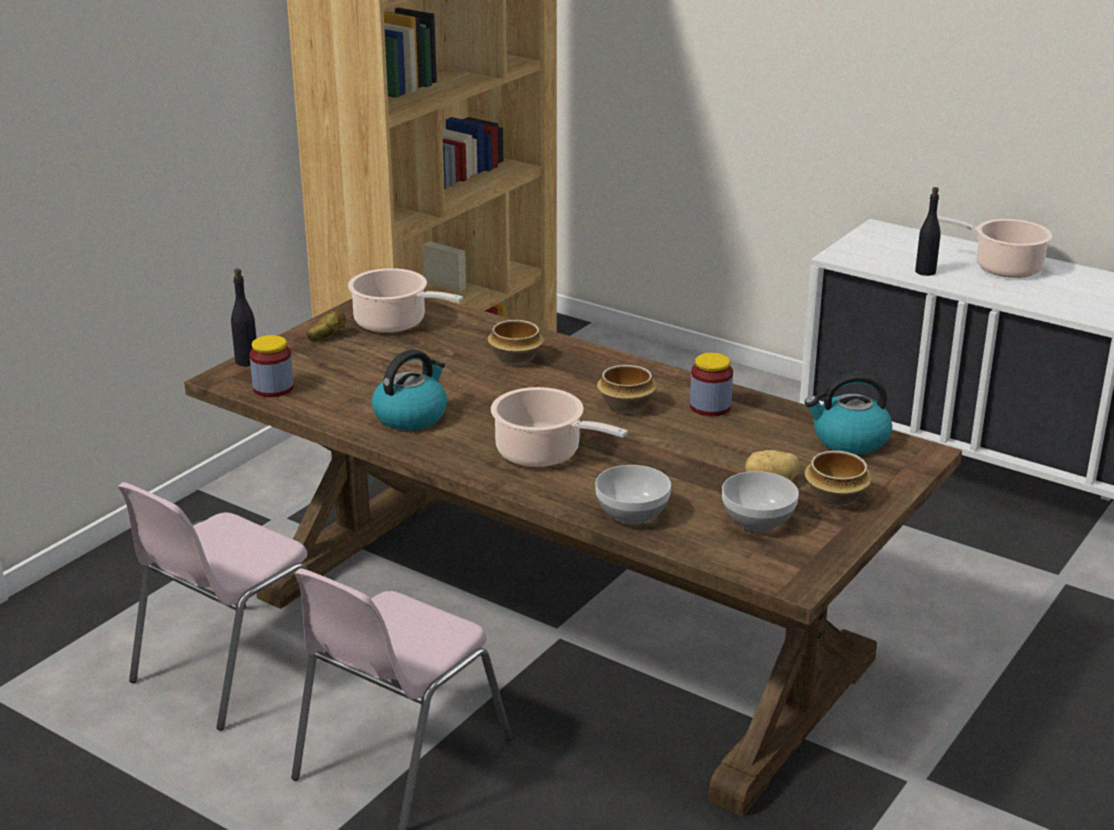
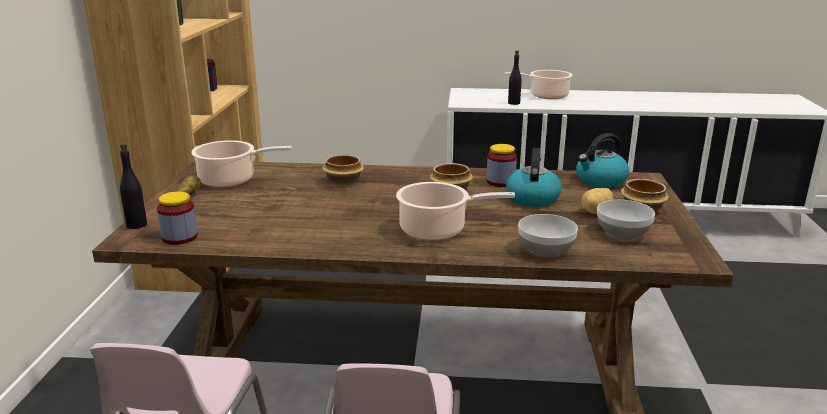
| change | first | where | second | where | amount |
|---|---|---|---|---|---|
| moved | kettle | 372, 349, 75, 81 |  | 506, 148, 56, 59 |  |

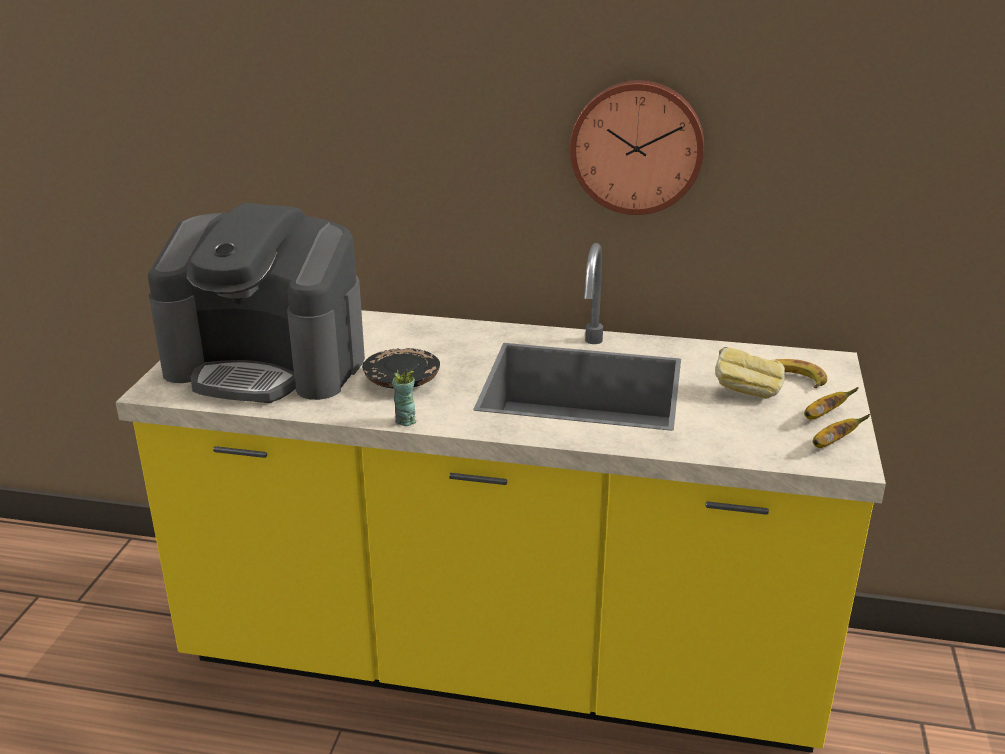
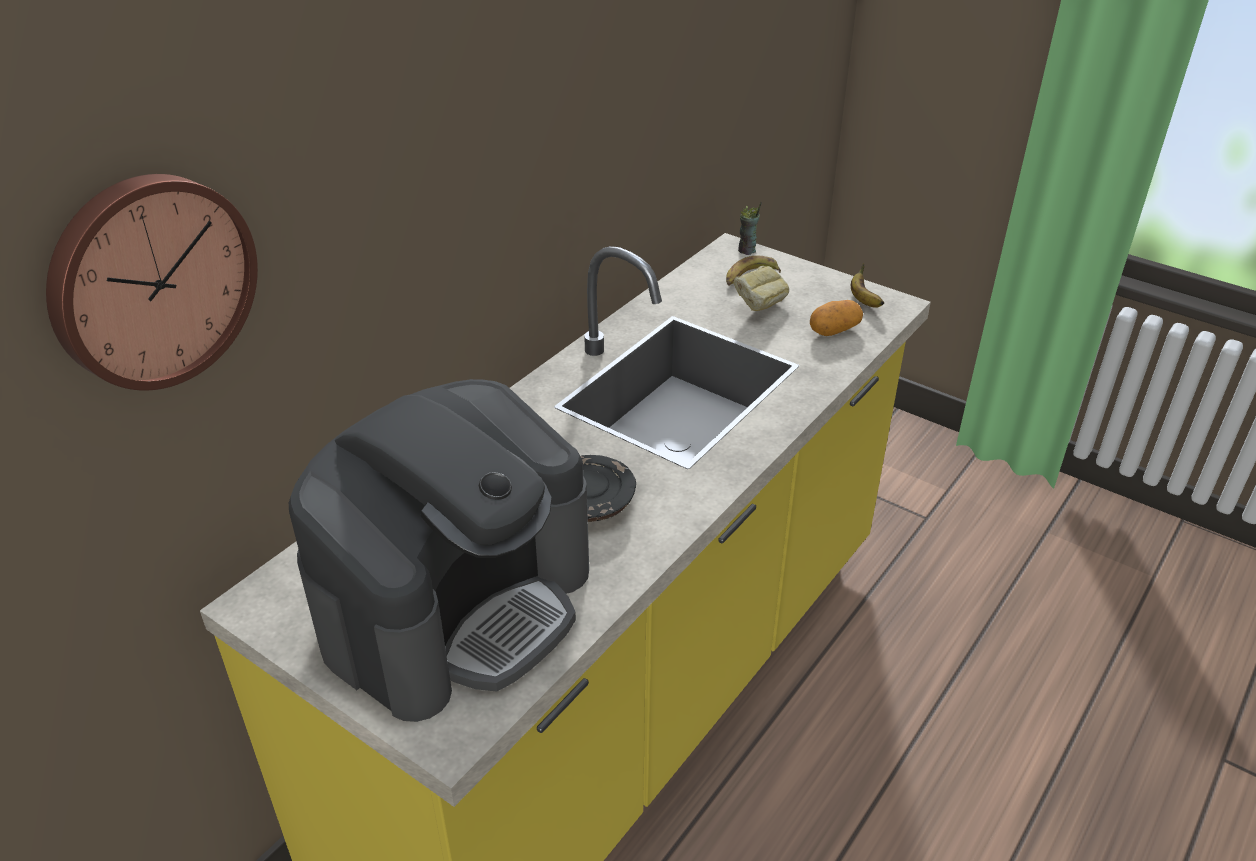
| change | first | where | second | where | amount |
|---|---|---|---|---|---|
| moved | clock on the wall | 570, 80, 134, 135 |  | 46, 174, 212, 217 |  |
| moved | cup | 392, 370, 24, 56 |  | 738, 202, 24, 53 |  |
| removed | banana | 804, 387, 54, 33 |  |  |  |
| added |  |  | whole potato | 810, 300, 53, 36 |  |

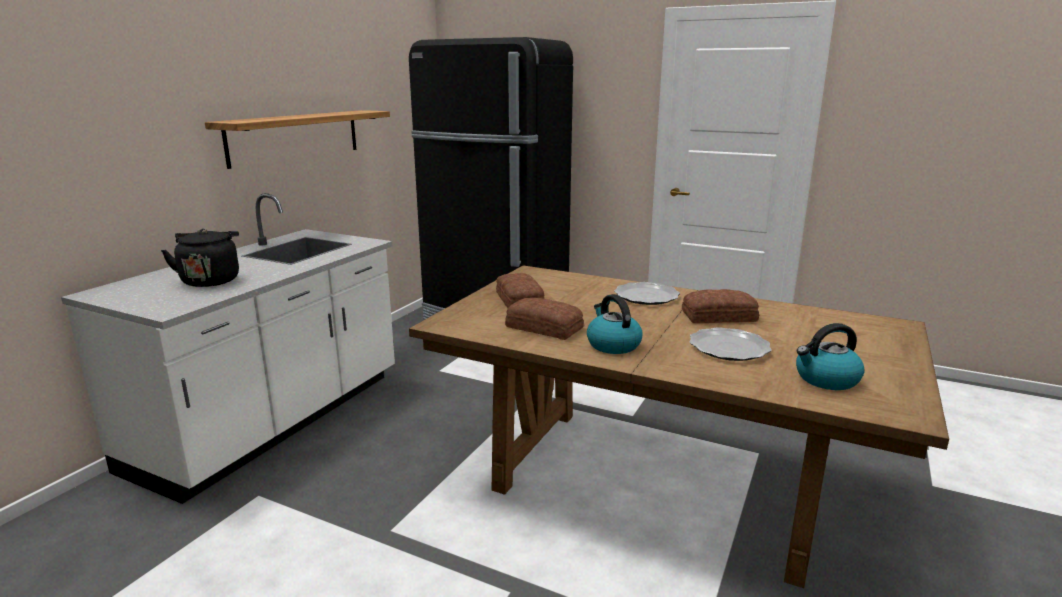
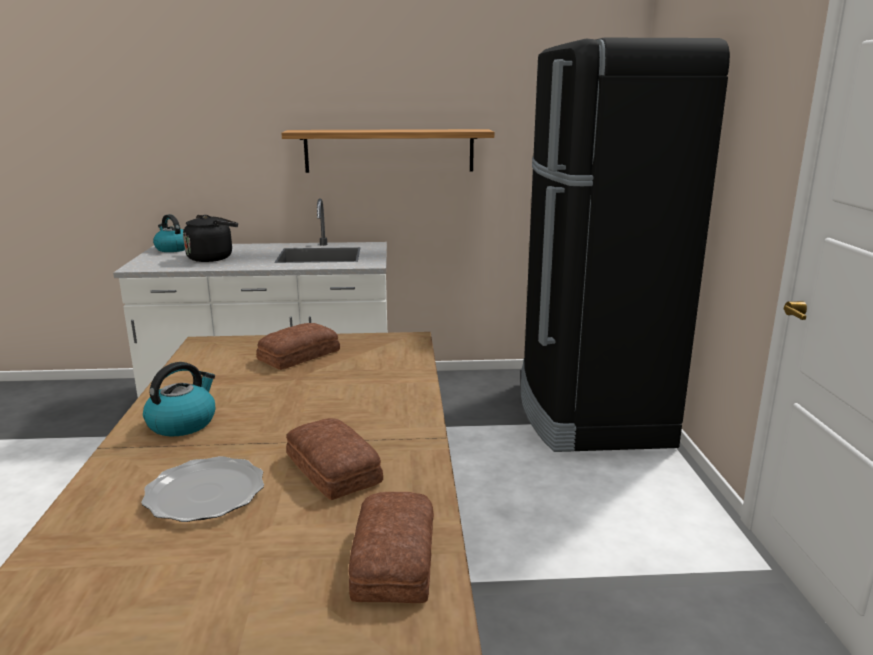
| change | first | where | second | where | amount |
|---|---|---|---|---|---|
| removed | dinner plate | 614, 282, 66, 23 |  |  |  |
| moved | bread | 505, 298, 79, 42 |  | 348, 492, 86, 111 |  |
| moved | kettle | 796, 323, 69, 67 |  | 153, 214, 32, 38 |  |

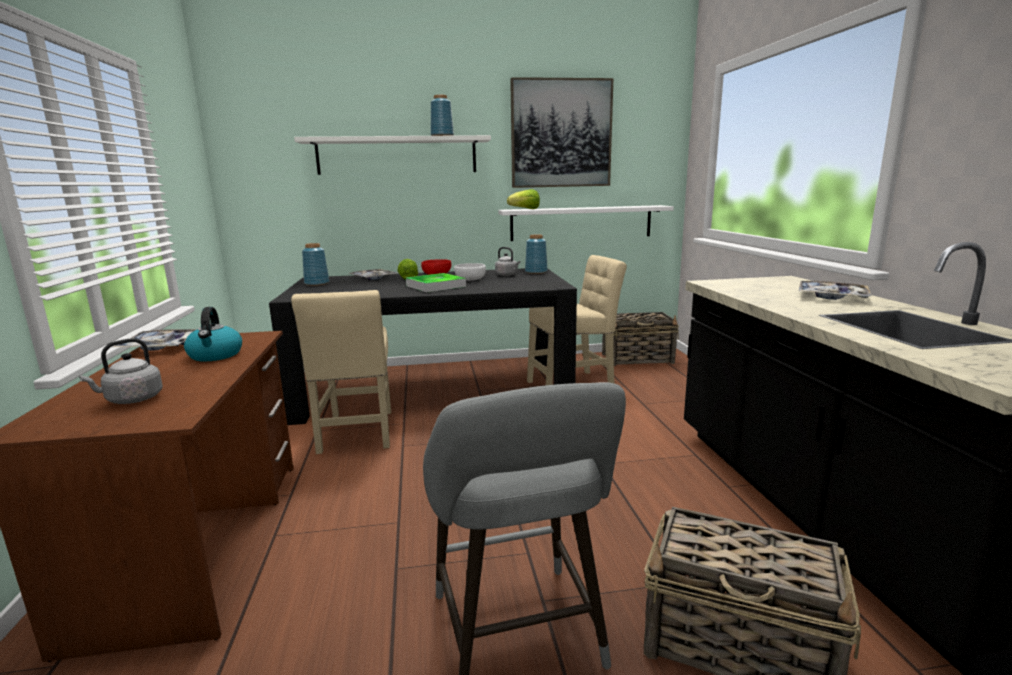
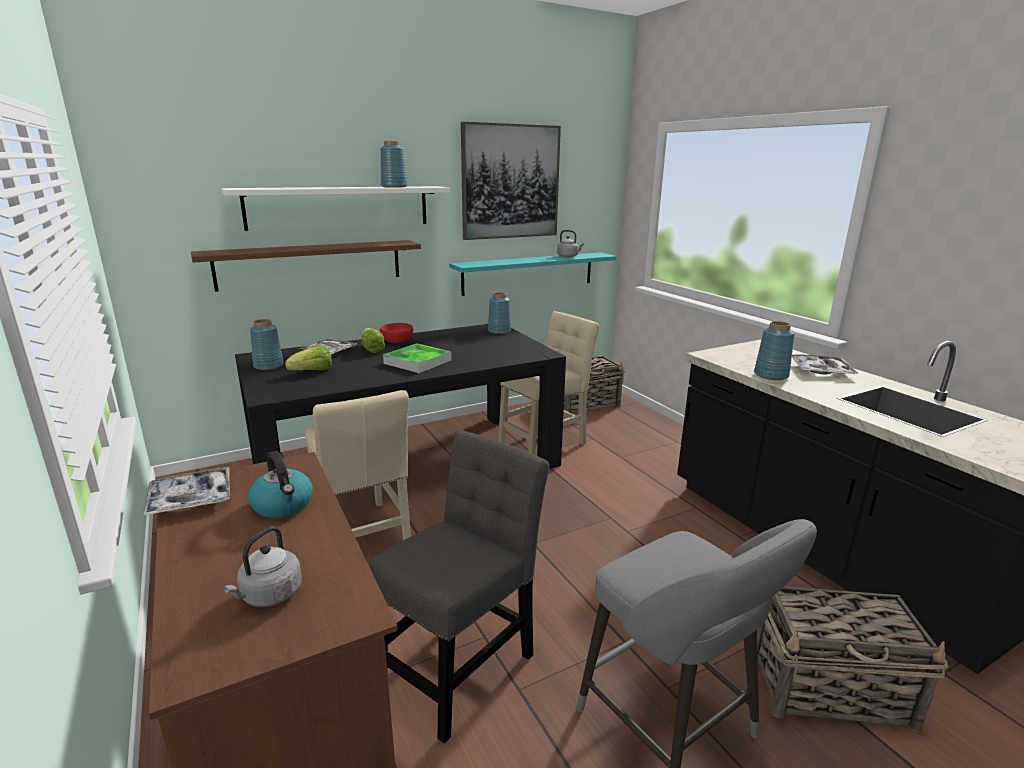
| change | first | where | second | where | amount |
|---|---|---|---|---|---|
| moved | lettuce head | 507, 189, 33, 20 |  | 285, 345, 47, 25 |  |
| recoloured | white bracket shelf | 498, 205, 176, 36 | blue-green bracket shelf | 449, 252, 168, 44 |  |
| moved | gray kettle | 495, 247, 25, 29 |  | 557, 230, 27, 27 |  |
| removed | white serving bowl | 454, 263, 32, 18 |  |  |  |
| added |  |  | brownish bracket shelf | 191, 240, 230, 52 |  |
| added |  |  | bluish decorative vase | 754, 321, 41, 59 |  |
| added |  |  | gray plain chair | 369, 430, 180, 314 |  |

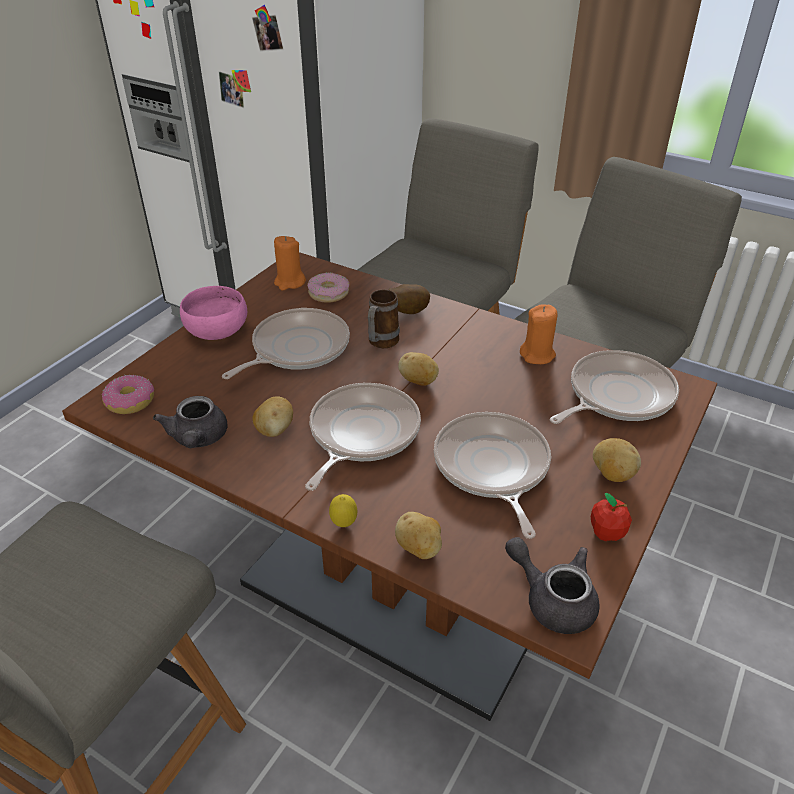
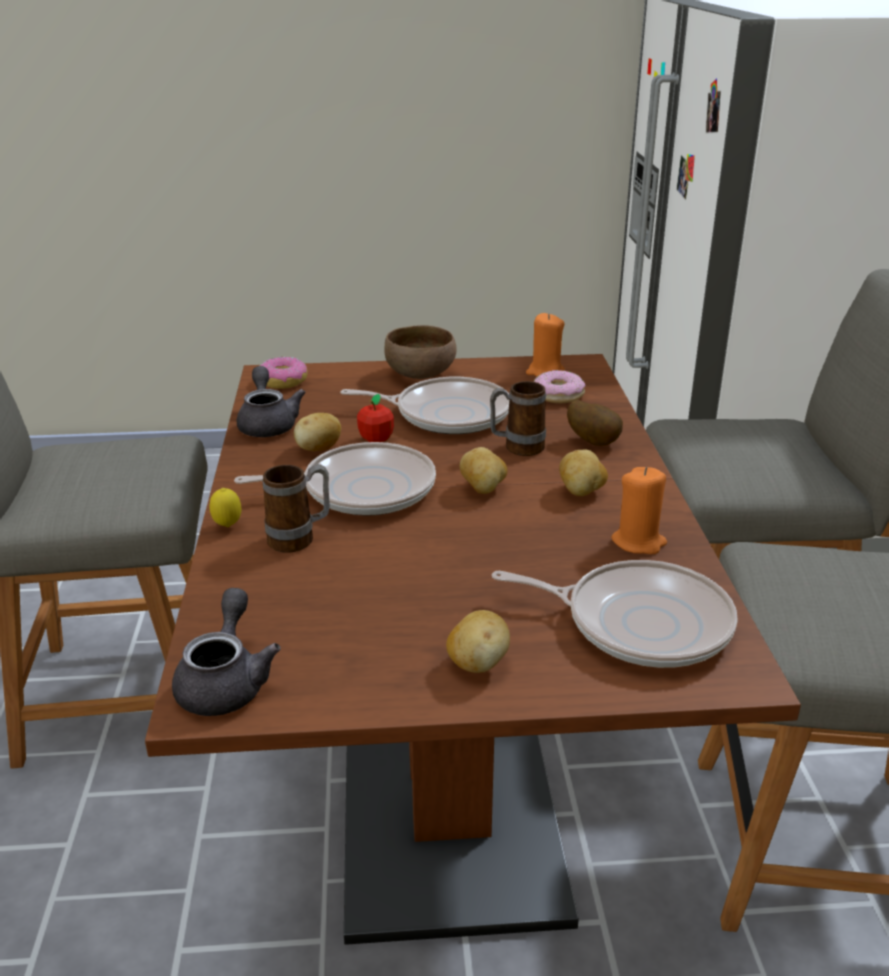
| change | first | where | second | where | amount |
|---|---|---|---|---|---|
| recoloured | pinkish serving bowl | 180, 286, 67, 54 | brownish serving bowl | 384, 325, 73, 54 |  |
| turned | gray teapot | 153, 396, 74, 52 |  | 237, 366, 69, 71 | 120 degrees clockwise |
| removed | skillet | 434, 412, 117, 127 |  |  |  |
| moved | apple fruit | 591, 493, 41, 48 |  | 357, 394, 37, 48 |  |
| moved | whole potato | 395, 512, 47, 47 |  | 559, 450, 49, 46 |  |
| added |  |  | tea mug | 263, 464, 67, 89 |  |

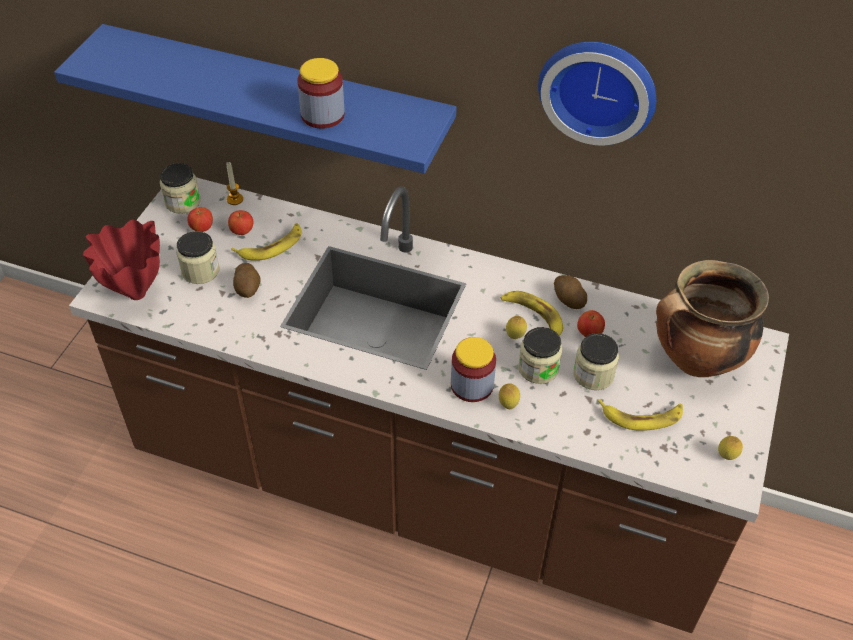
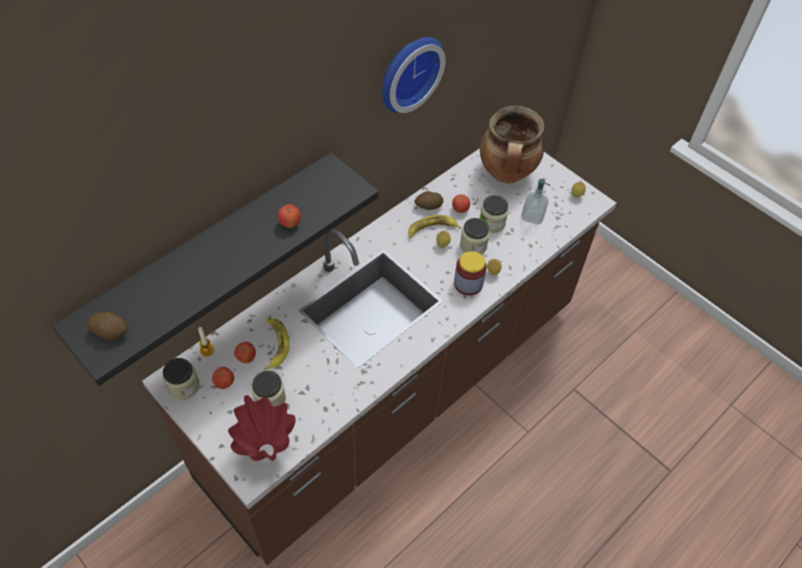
| change | first | where | second | where | amount |
|---|---|---|---|---|---|
| recoloured | bluish bracket shelf | 54, 24, 403, 150 | black-coloured bracket shelf | 52, 152, 326, 234 |  |
| replaced | jar | 297, 58, 48, 71 | apple fruit | 278, 204, 23, 24 |  |
| moved | whole potato | 233, 263, 27, 35 |  | 88, 312, 40, 28 |  |
| replaced | banana | 598, 399, 85, 32 | soap bottle | 521, 179, 29, 46 |  |

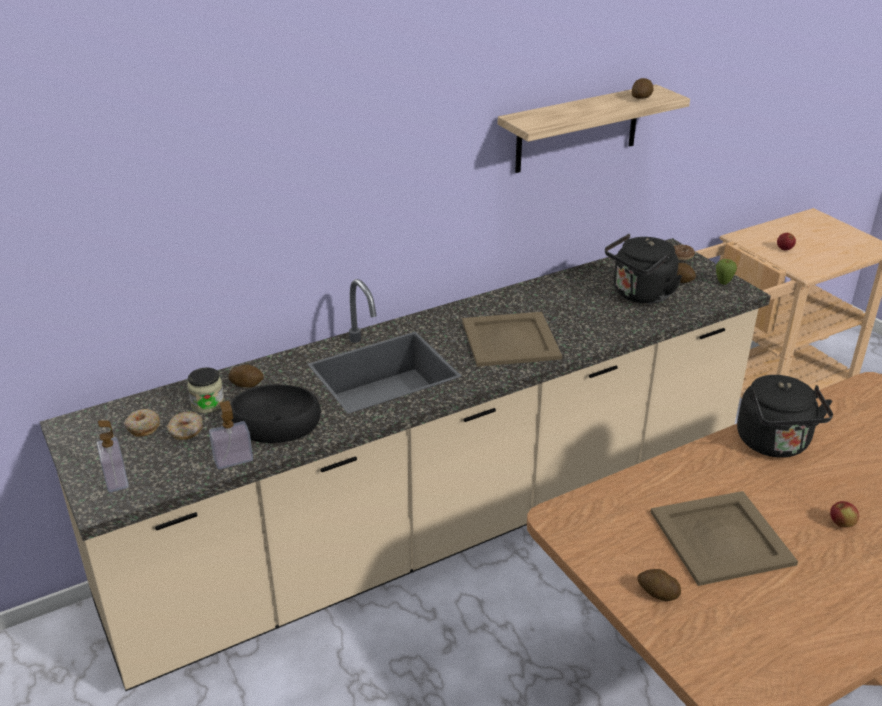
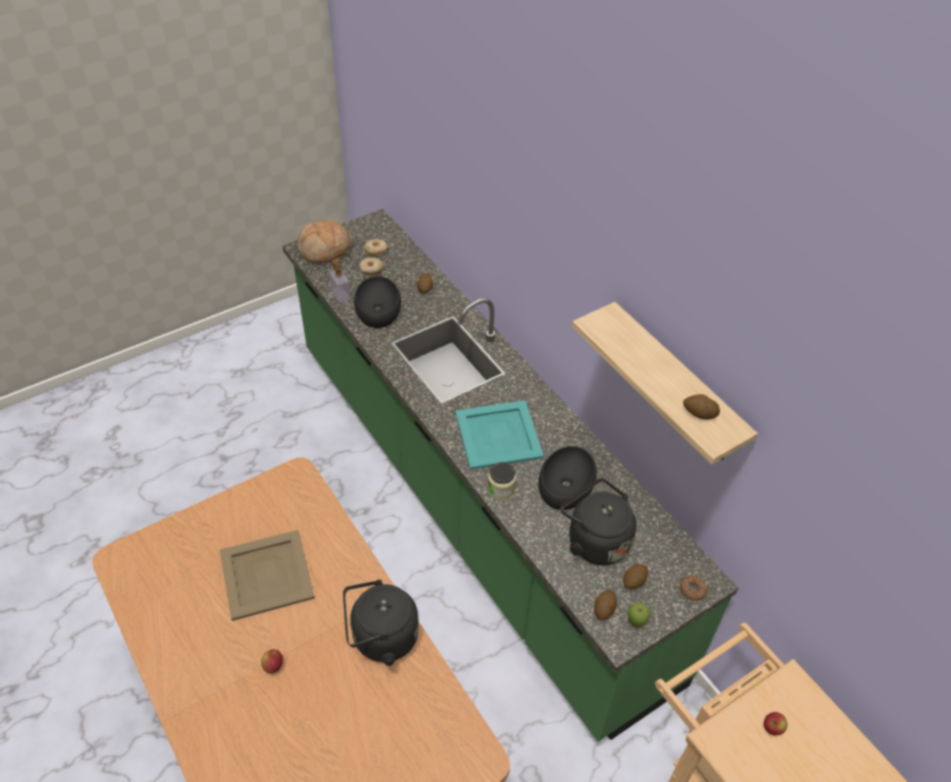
| change | first | where | second | where | amount |
|---|---|---|---|---|---|
| recoloured | beige-coloured kitchen base unit | 40, 238, 731, 453 | green kitchen base unit | 282, 209, 456, 533 |  |
| recoloured | beige-coloured tray | 462, 312, 100, 55 | blue-green tray | 455, 400, 89, 70 |  |
| moved | jar | 187, 367, 38, 47 |  | 487, 462, 29, 38 |  |
| replaced | soap bottle | 97, 421, 32, 71 | bread | 297, 220, 55, 44 |  |
| moved | whole potato | 638, 569, 43, 32 |  | 594, 590, 23, 30 |  |
| added |  |  | black-coloured serving bowl | 538, 446, 59, 64 |  |

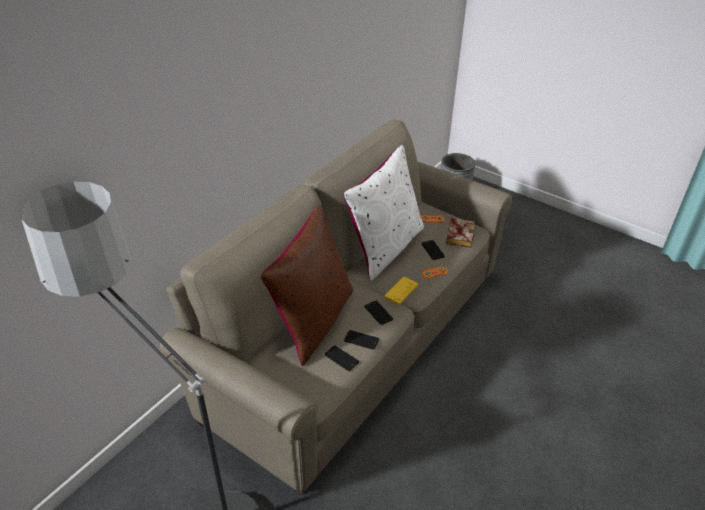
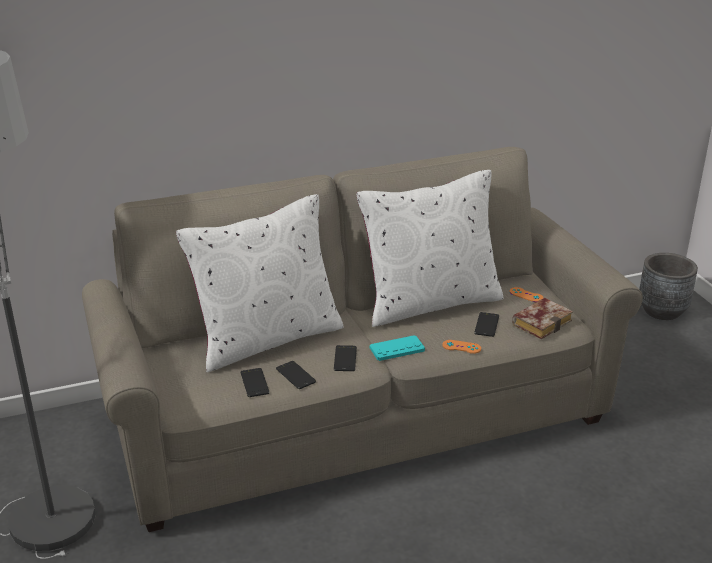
| change | first | where | second | where | amount |
|---|---|---|---|---|---|
| recoloured | brownish cushion | 261, 205, 92, 161 | white cushion | 176, 194, 168, 178 |  |
| recoloured | yellowish gamepad | 384, 277, 34, 28 | blue-green gamepad | 370, 335, 55, 26 |  |

